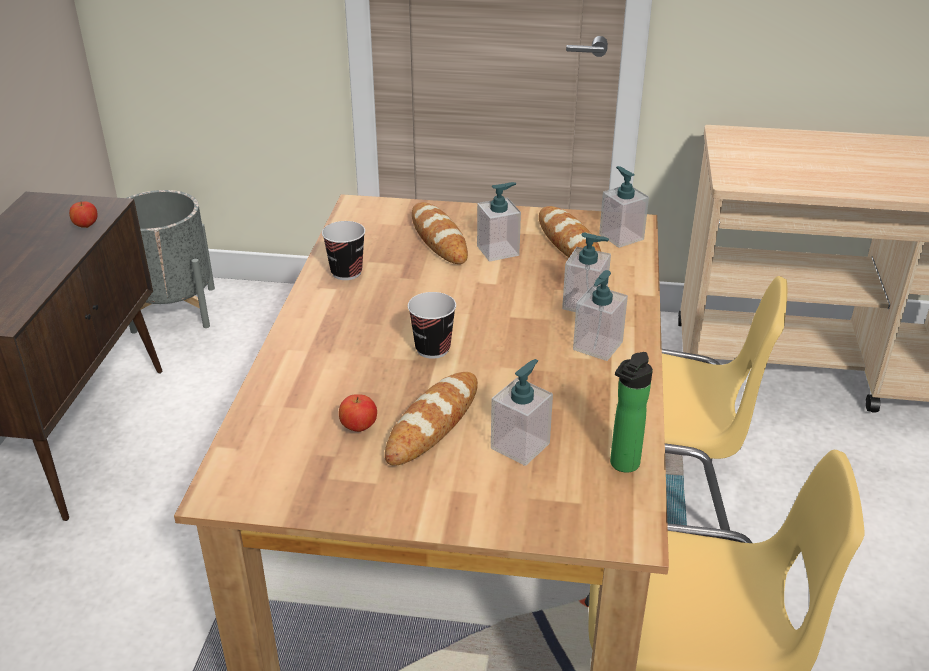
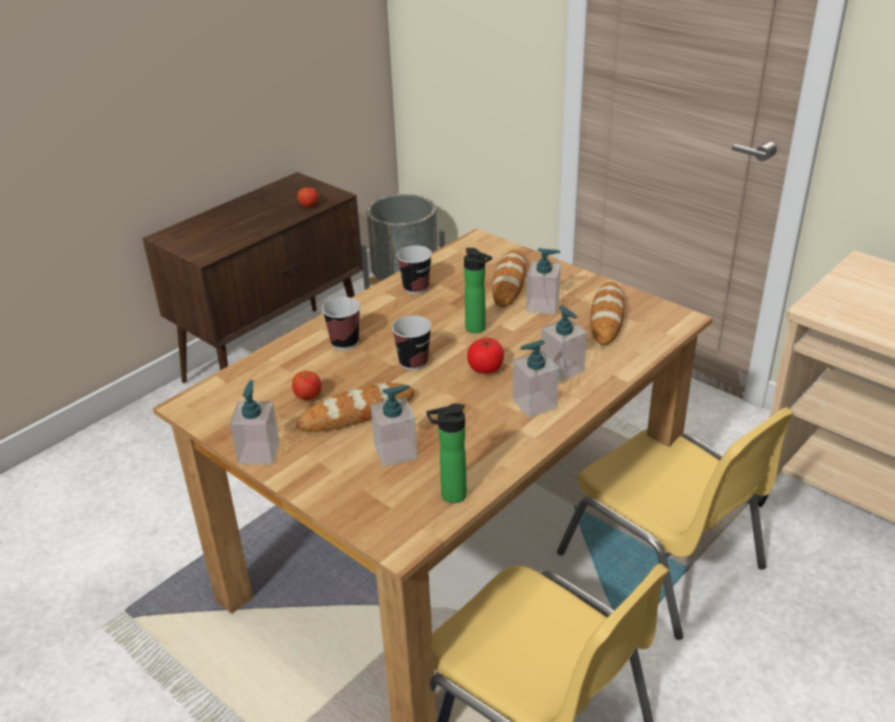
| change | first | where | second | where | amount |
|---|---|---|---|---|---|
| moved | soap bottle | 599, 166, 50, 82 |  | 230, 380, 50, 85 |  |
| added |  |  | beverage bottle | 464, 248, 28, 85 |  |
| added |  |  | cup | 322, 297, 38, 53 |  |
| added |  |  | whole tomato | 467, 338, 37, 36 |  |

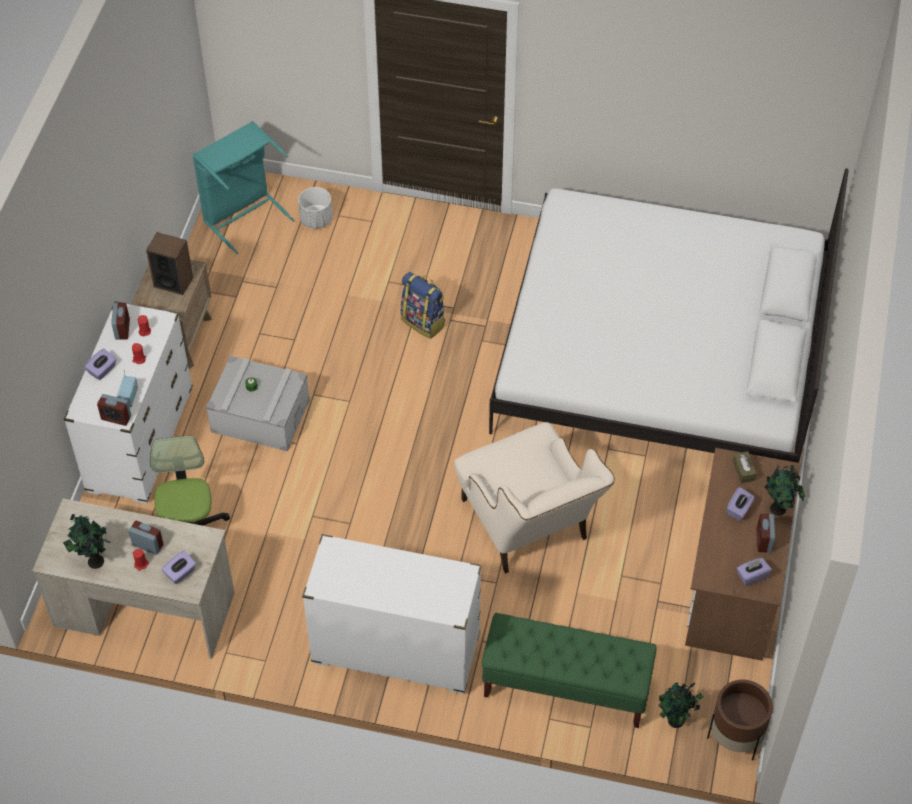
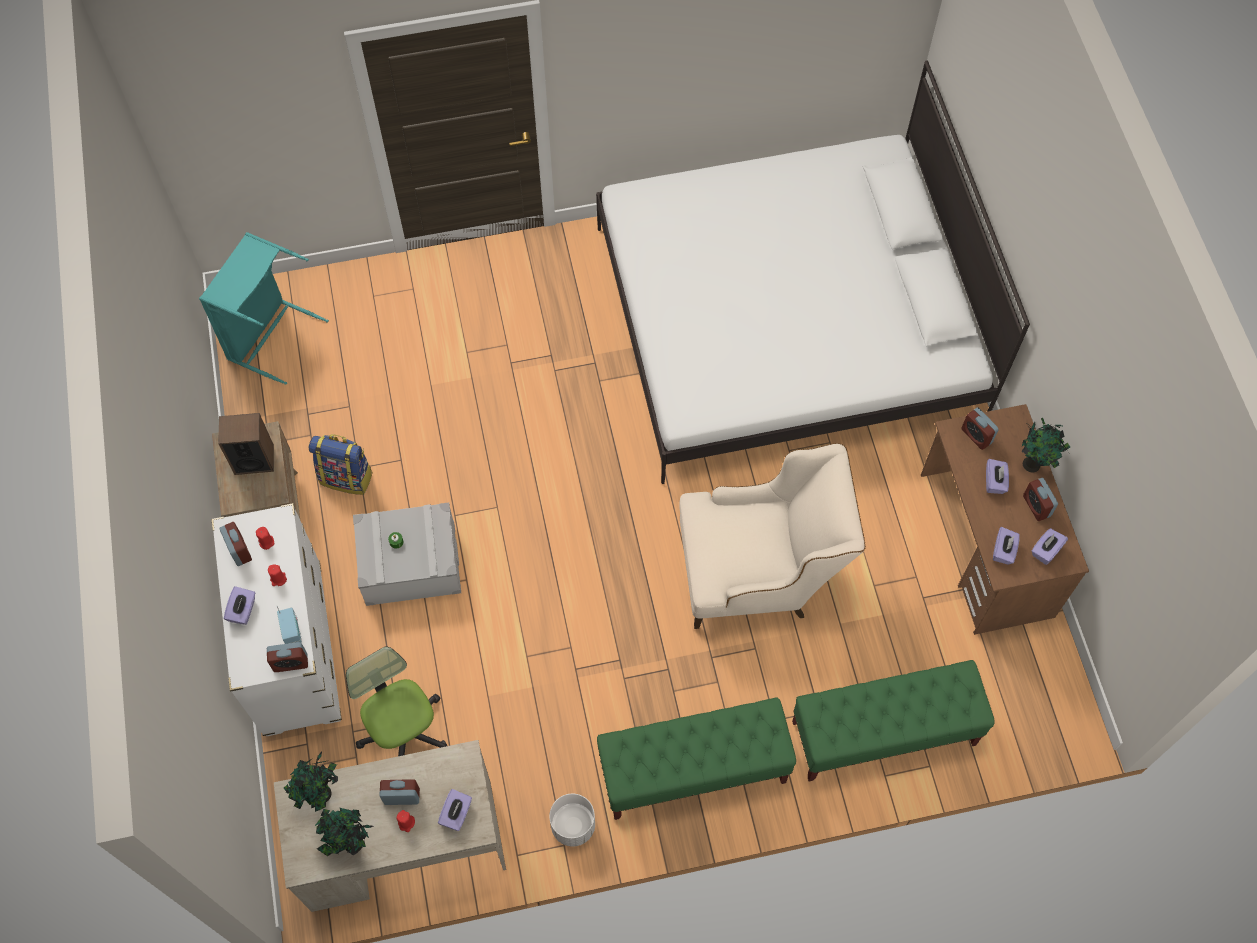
| change | first | where | second | where | amount |
|---|---|---|---|---|---|
| moved | white plant pot | 298, 187, 34, 42 |  | 549, 794, 46, 53 |  |
| moved | backpack | 400, 272, 45, 67 |  | 309, 434, 64, 61 |  |
| turned | beige-coloured armchair | 455, 422, 160, 152 |  | 679, 443, 187, 186 | 45 degrees counterclockwise |
| replaced | brownish box of tissues | 733, 452, 24, 31 | table clock | 962, 408, 37, 42 |  |
| replaced | white chest of drawers | 302, 534, 180, 160 | green bench | 597, 697, 199, 123 |  |
| removed | brownish plant pot | 707, 680, 66, 81 |  |  |  |
| moved | plant in a pot | 658, 682, 45, 46 |  | 284, 751, 54, 61 |  |
| added |  |  | purple-coloured box of tissues | 993, 527, 27, 38 |  |

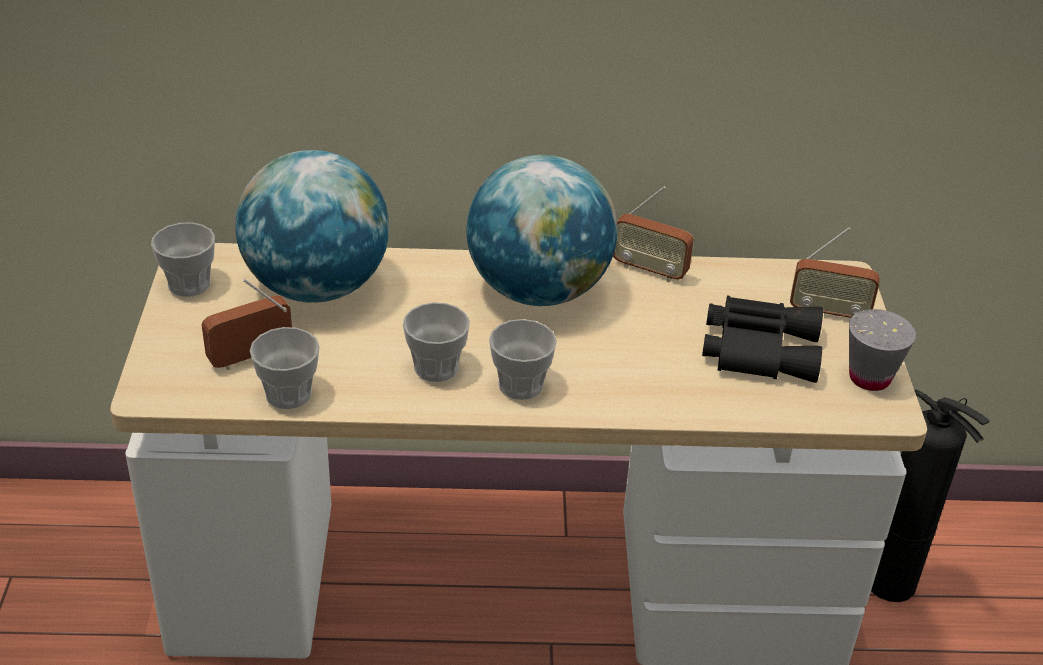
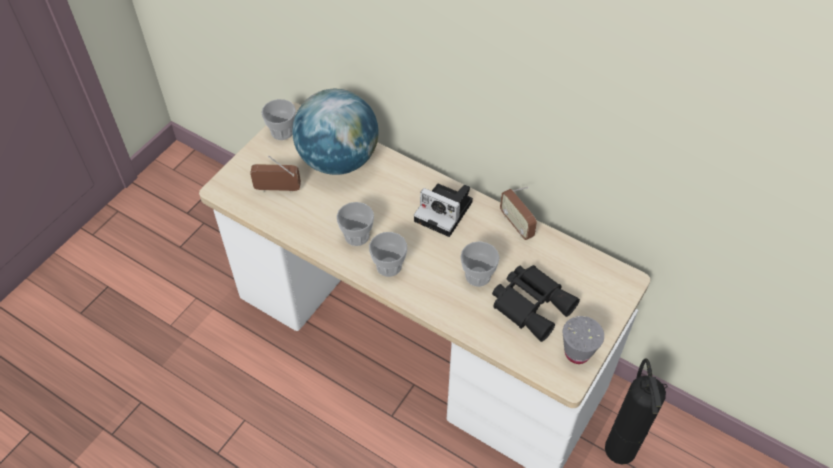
| change | first | where | second | where | amount |
|---|---|---|---|---|---|
| replaced | globe | 466, 155, 152, 151 | still camera | 414, 184, 59, 53 |  |
| removed | radio receiver | 790, 227, 89, 91 |  |  |  |
| moved | cup | 250, 327, 70, 82 |  | 460, 241, 40, 46 |  |

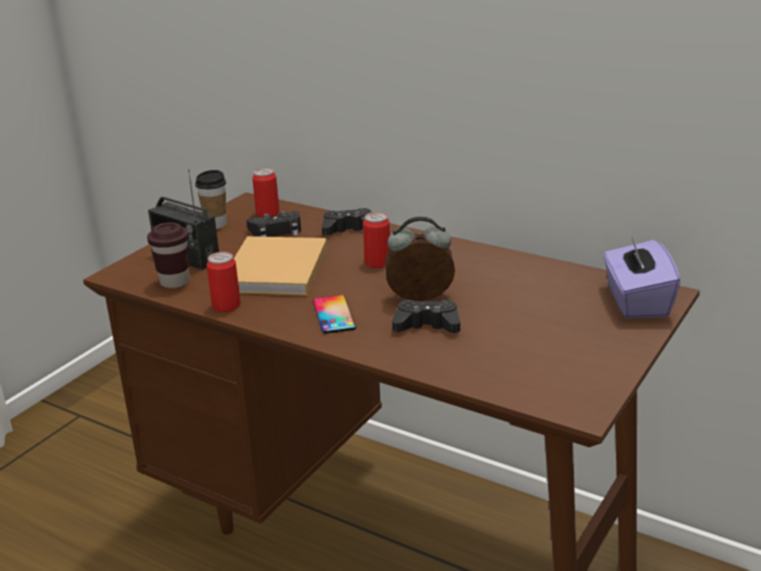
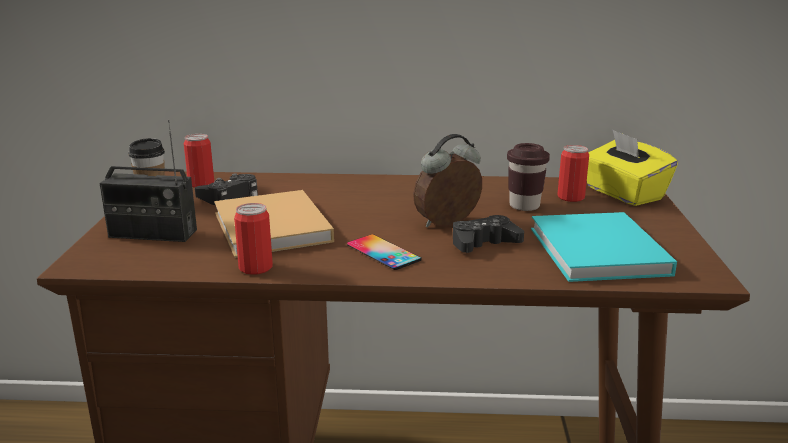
| change | first | where | second | where | amount |
|---|---|---|---|---|---|
| removed | black-coloured gamepad | 322, 208, 49, 27 |  |  |  |
| moved | metal can | 363, 212, 27, 56 |  | 557, 145, 32, 57 |  |
| moved | brownish cup | 147, 222, 43, 66 |  | 507, 143, 43, 68 |  |
| recoloured | purple-coloured box of tissues | 603, 233, 77, 86 | yellowish box of tissues | 587, 130, 91, 76 |  |
| added |  |  | blue-green volume | 531, 212, 146, 70 |  |

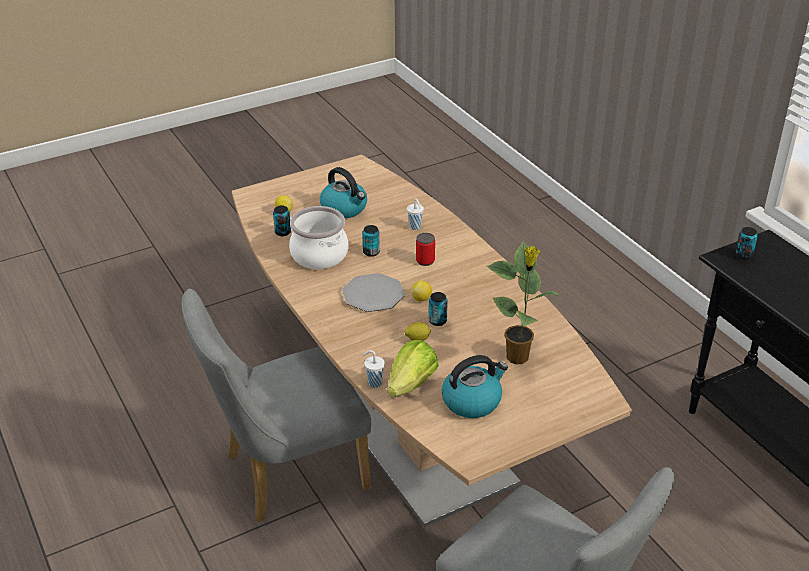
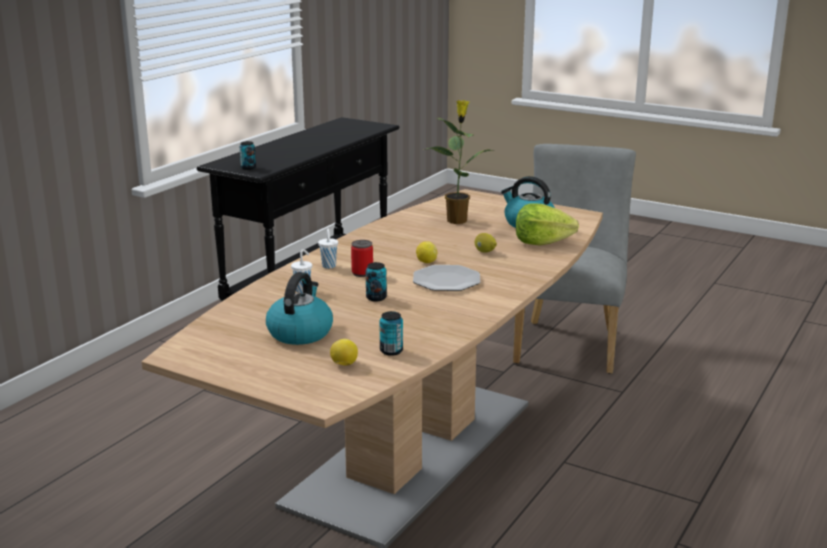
| change | first | where | second | where | amount |
|---|---|---|---|---|---|
| removed | saucepot | 289, 206, 59, 63 |  |  |  |
| removed | gray plain chair | 182, 289, 189, 234 |  |  |  |
| removed | metal can | 429, 292, 19, 34 |  |  |  |
| moved | white cup | 363, 350, 22, 38 |  | 318, 229, 20, 40 |  |

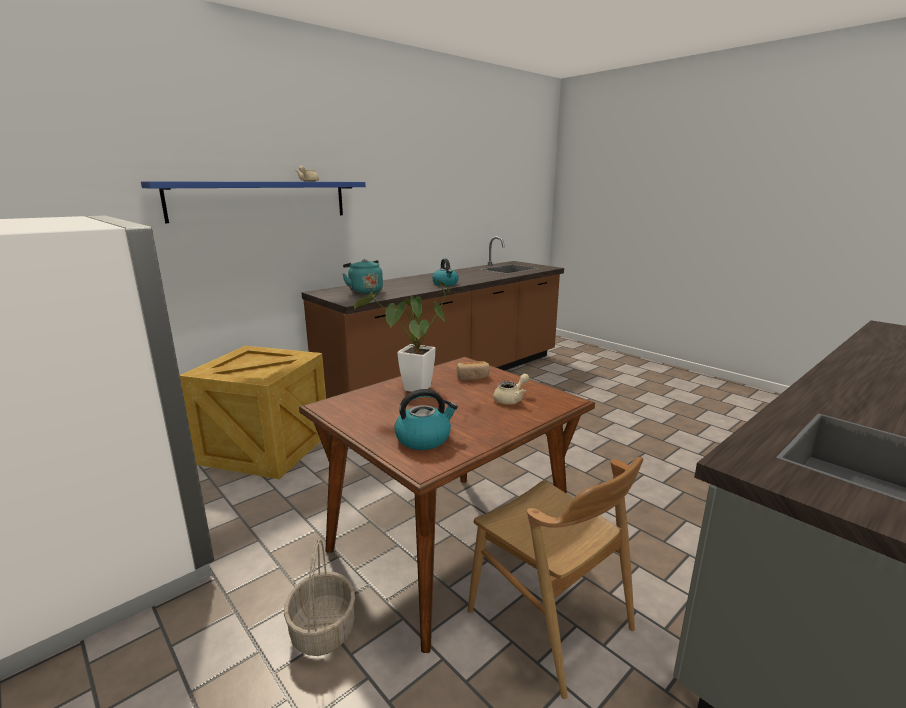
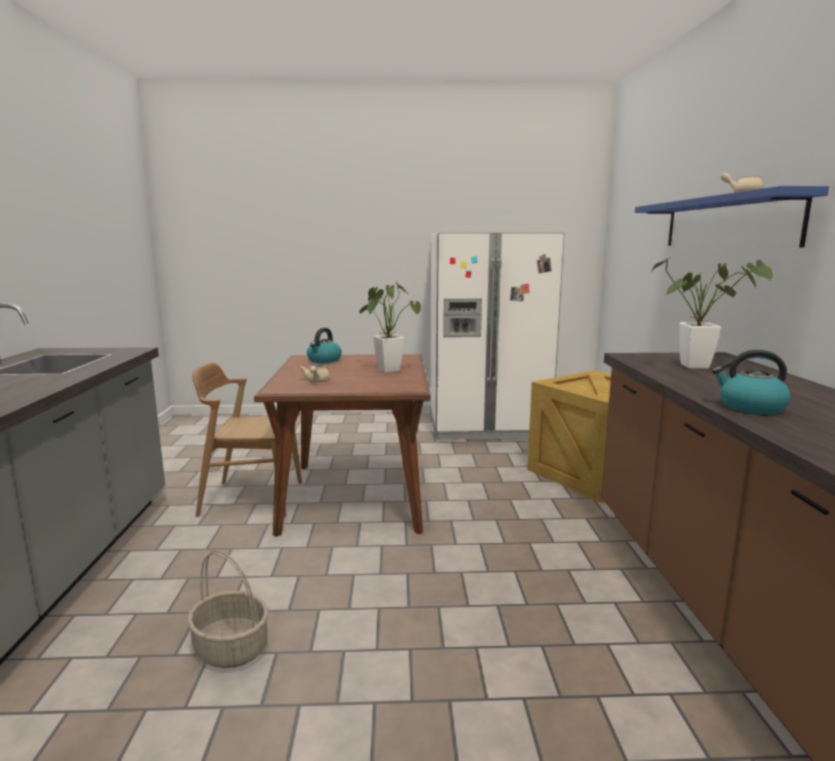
| change | first | where | second | where | amount |
|---|---|---|---|---|---|
| replaced | blue-green kettle | 343, 259, 40, 35 | plant in a pot | 652, 257, 121, 112 |  |
| removed | bread | 457, 361, 33, 19 |  |  |  |
| moved | storage basket | 284, 540, 71, 116 |  | 187, 550, 82, 118 |  |

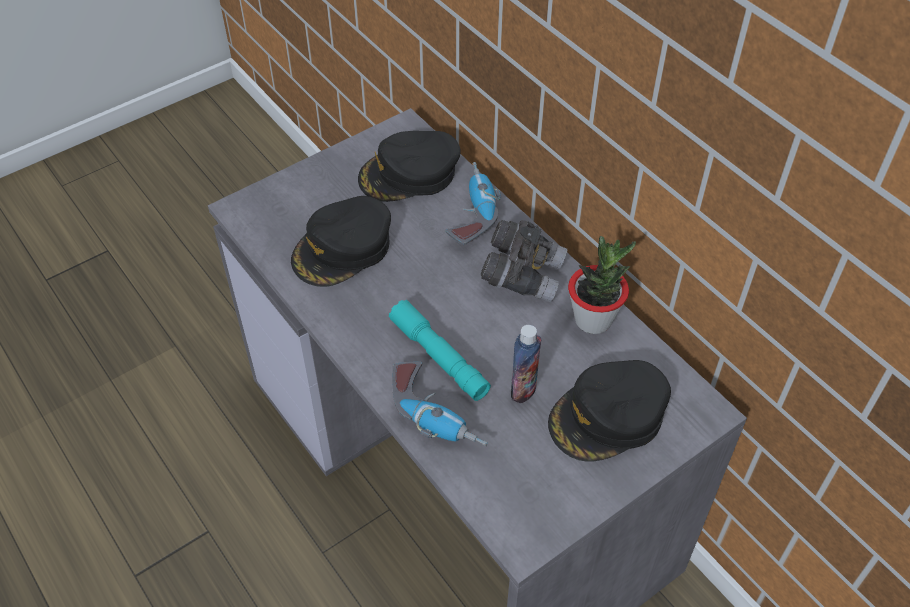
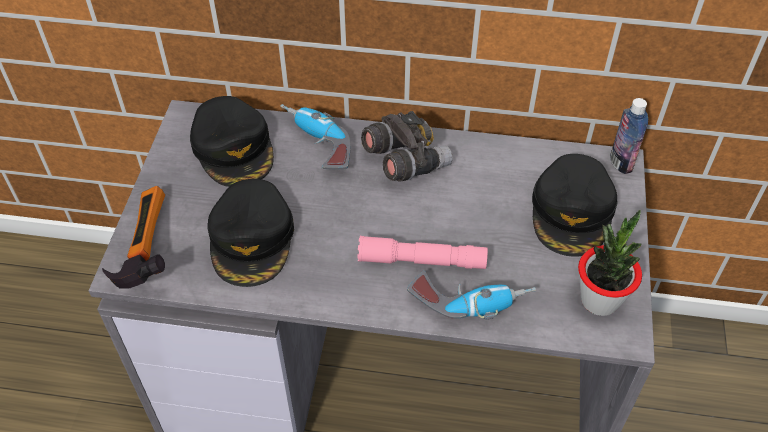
| change | first | where | second | where | amount |
|---|---|---|---|---|---|
| turned | black-coloured peaked cap | 358, 131, 103, 71 |  | 190, 96, 84, 91 | 45 degrees counterclockwise |
| moved | plant in a pot | 568, 236, 68, 98 |  | 578, 210, 64, 106 |  |
| recoloured | blue-green flashlight | 389, 300, 102, 101 | pinkish flashlight | 357, 236, 131, 33 |  |
| moved | beverage bottle | 511, 325, 30, 79 |  | 610, 98, 38, 76 |  |
| added |  |  | tool hammer | 102, 186, 63, 103 |  |

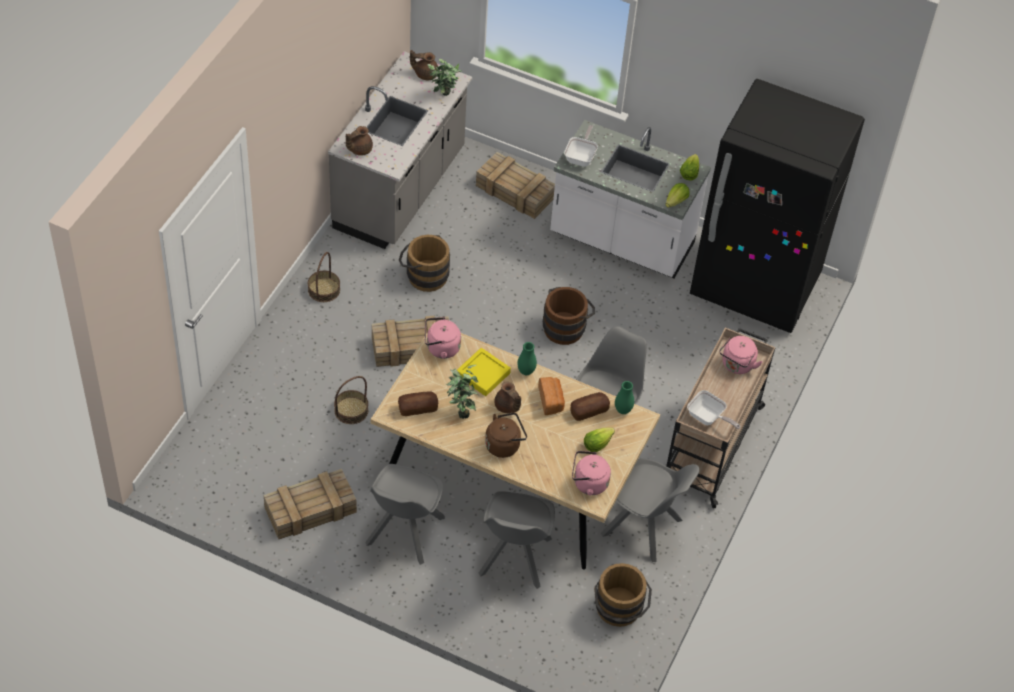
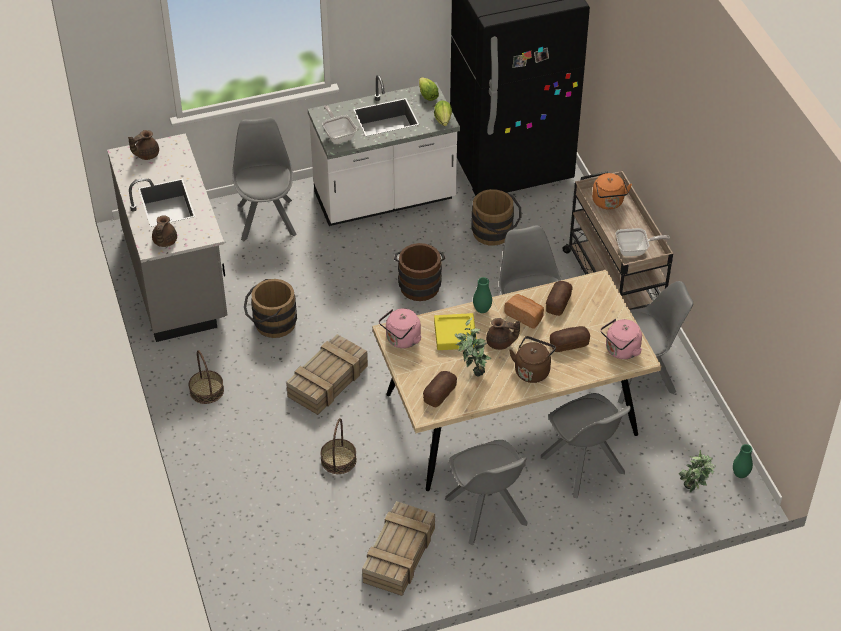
| change | first | where | second | where | amount |
|---|---|---|---|---|---|
| moved | plant in a pot | 427, 59, 34, 37 |  | 678, 450, 38, 42 |  |
| replaced | packing crate | 476, 152, 79, 67 | gray plain chair | 232, 117, 64, 124 |  |
| recoloured | pinkish kettle | 719, 336, 43, 38 | orange-coloured kettle | 592, 173, 40, 37 |  |
| moved | green decorative vase | 615, 381, 19, 33 |  | 733, 444, 20, 34 |  |
| removed | lettuce head | 584, 428, 31, 24 |  |  |  |
| moved | brownish water bucket | 594, 563, 58, 64 |  | 471, 189, 51, 57 |  |
| added |  |  | bread | 550, 326, 40, 26 |  |

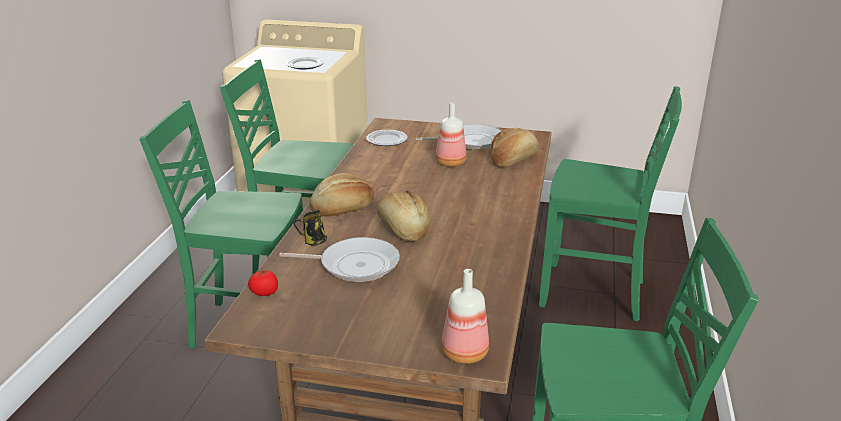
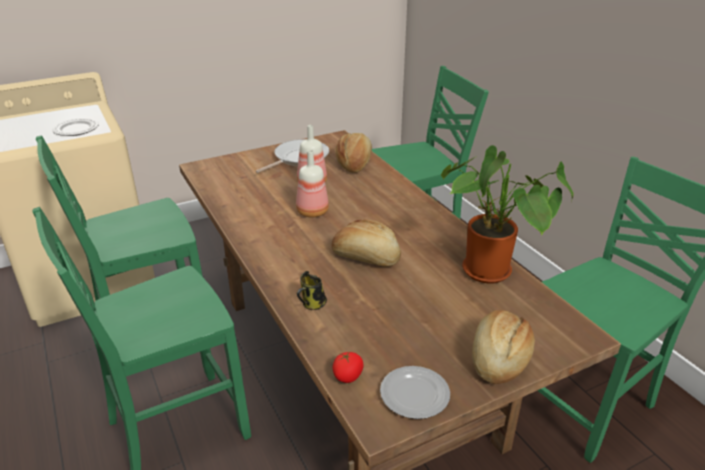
| change | first | where | second | where | amount |
|---|---|---|---|---|---|
| moved | dinner plate | 366, 130, 42, 16 |  | 380, 366, 70, 53 |  |
| moved | bread | 310, 173, 64, 44 |  | 472, 310, 63, 74 |  |
| removed | skillet | 279, 237, 121, 45 |  |  |  |
| moved | beverage bottle | 441, 269, 48, 95 |  | 296, 150, 33, 67 |  |
| added |  |  | plant in a pot | 441, 145, 132, 139 |  |

